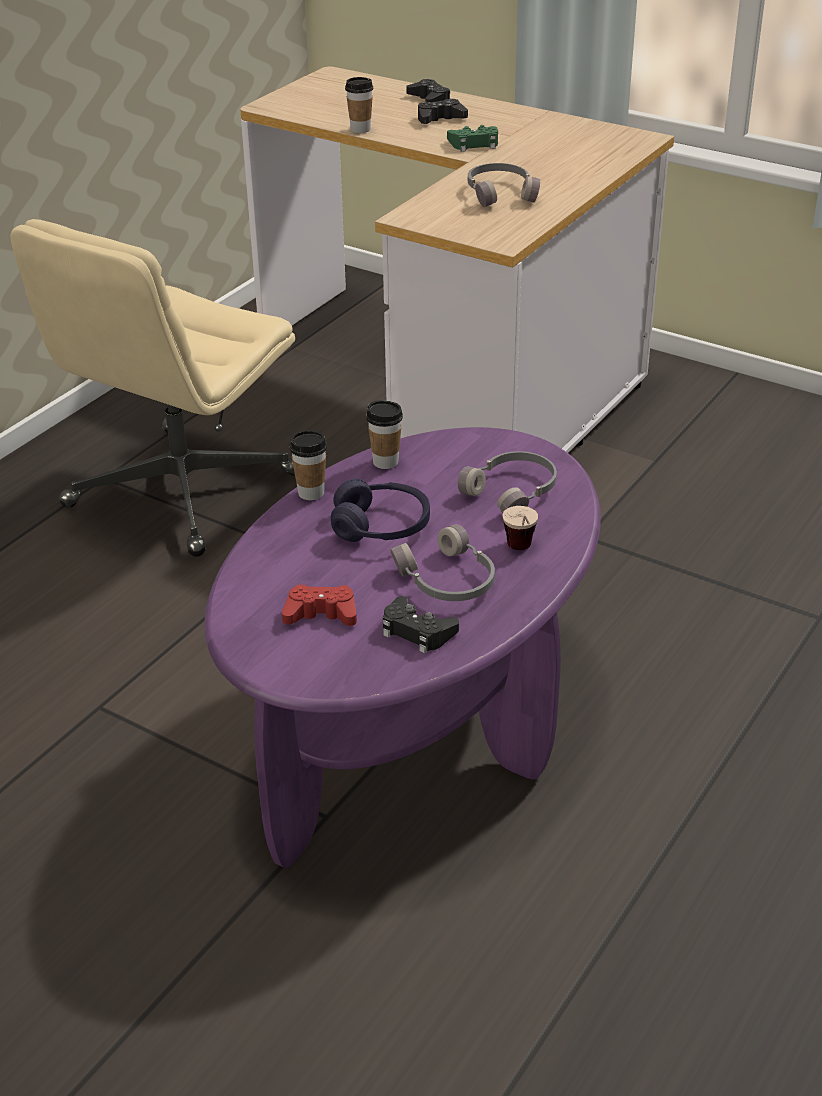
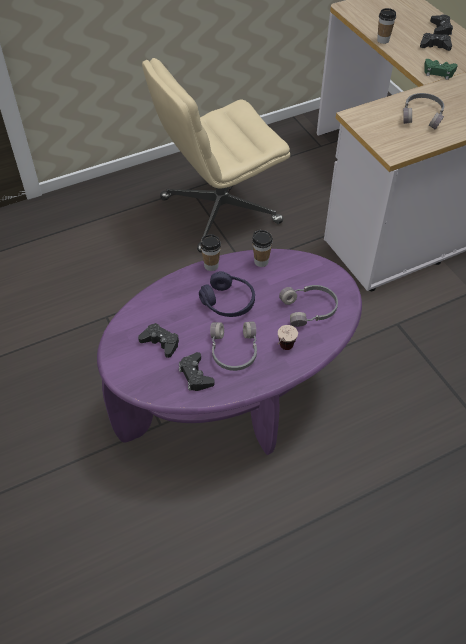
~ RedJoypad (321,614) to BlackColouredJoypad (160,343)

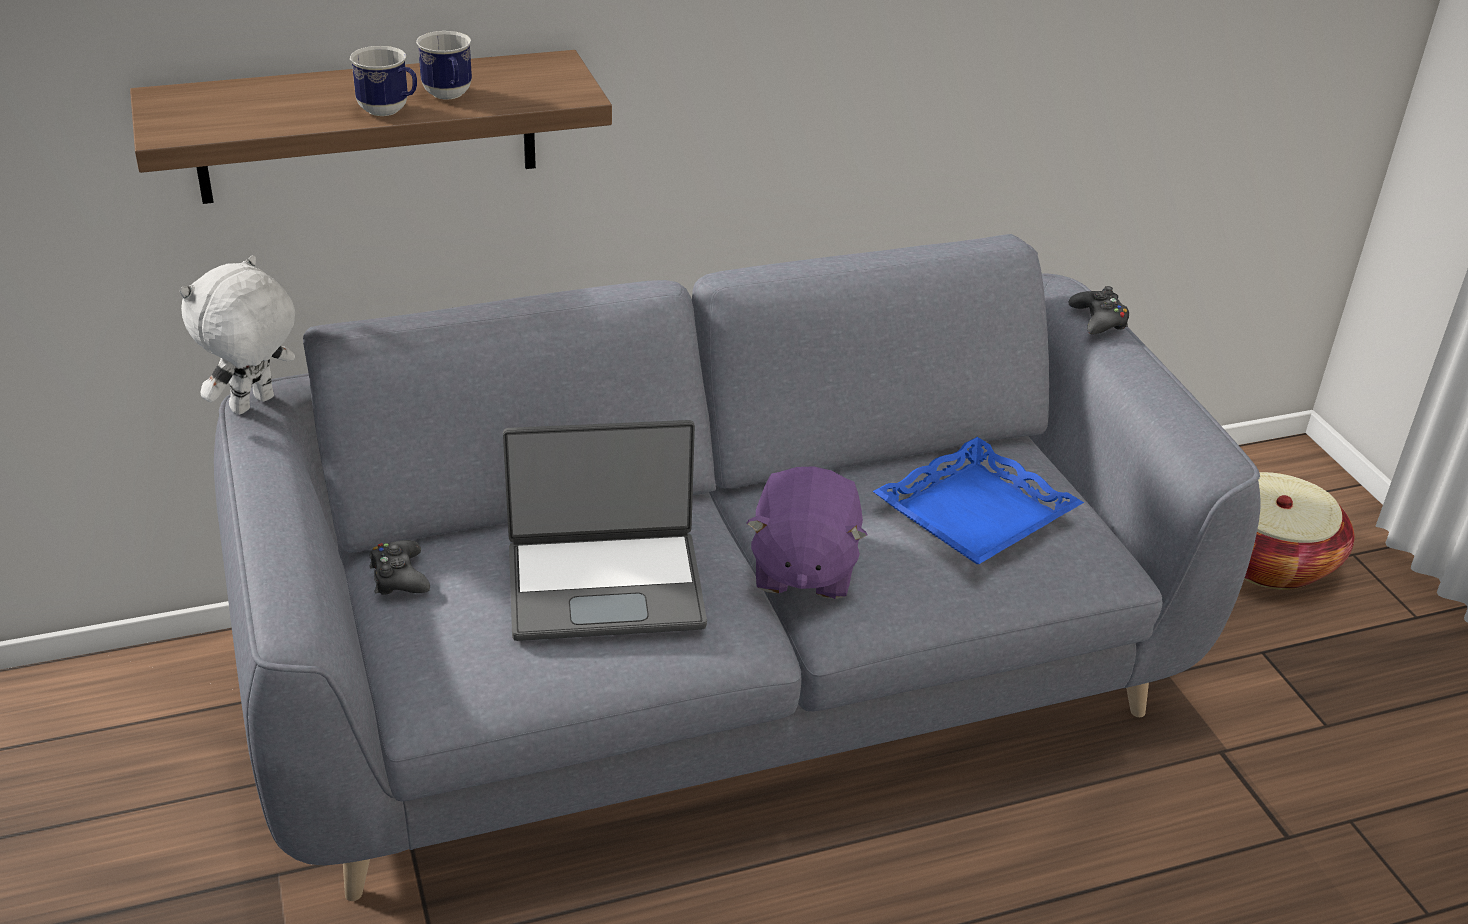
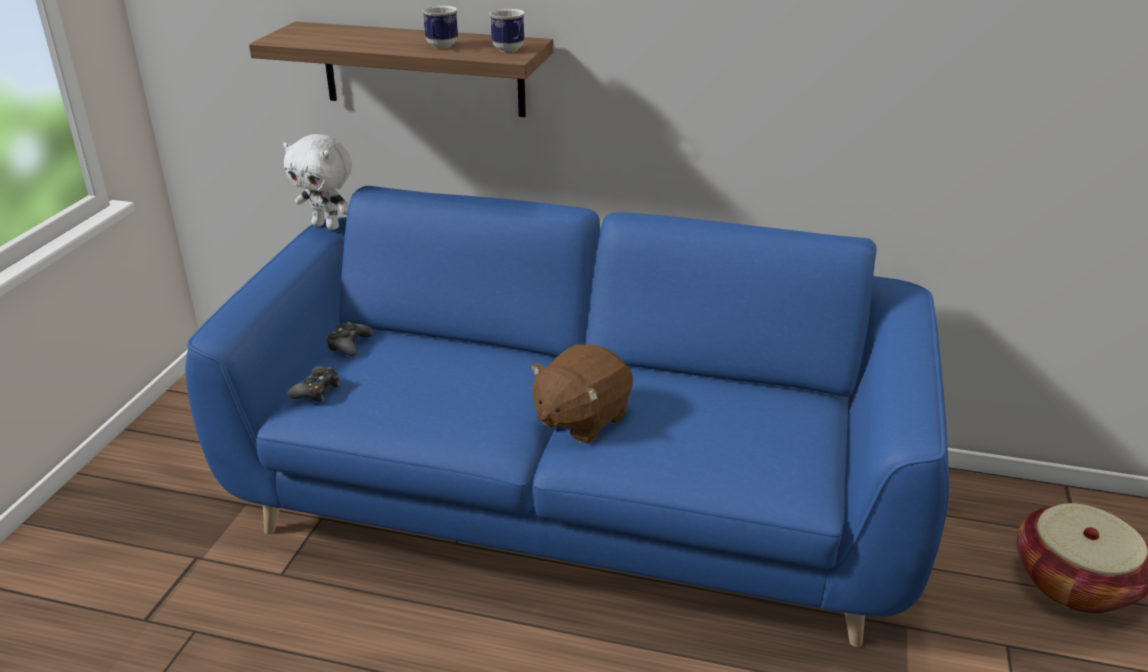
- PortableComputer (605,585)
- BlueTray (976,514)
~ TeaMug (390,111) to (510,50)
~ BlackColouredJoypad (1098,320) to (316,391)
~ GraySofa (722,684) to BlueSofa (574,505)
~ PurpleColouredPlushToy (802,568) to BrownColouredPlushToy (580,419)
~ WhitishPlushToy (253,405) = (327,226) 135 degrees counterclockwise

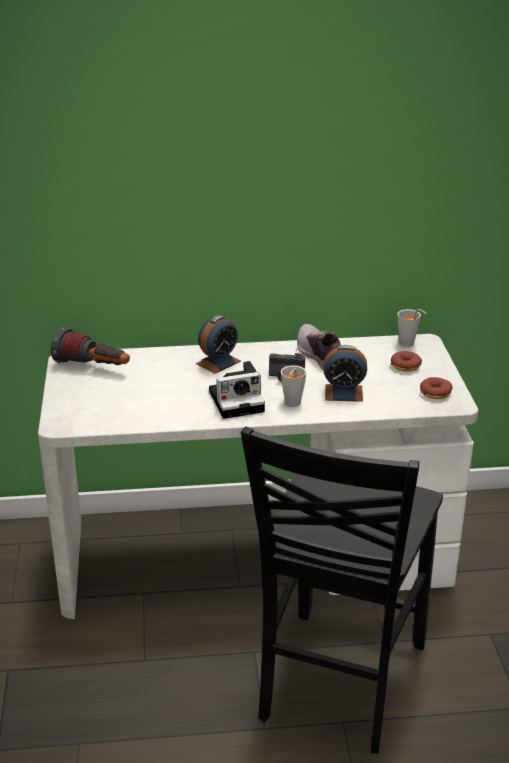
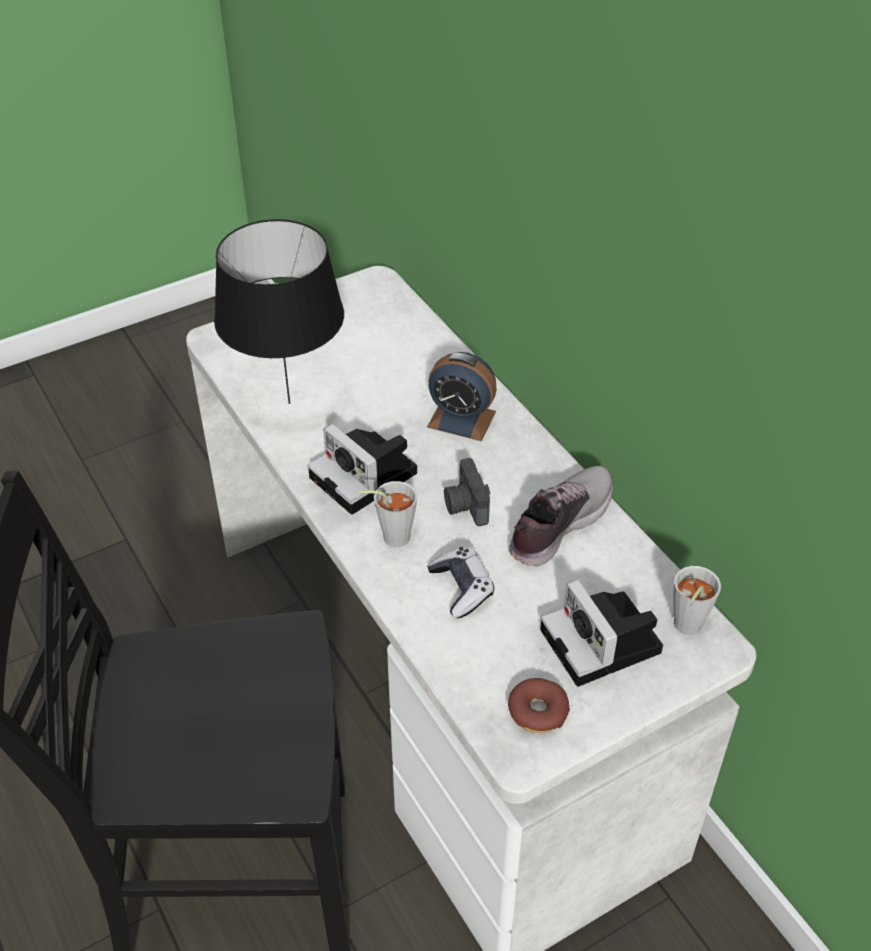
- Flashlight (93,367)
+ BlackColouredTableLamp (288,404)
~ TableClock (343,393) to Joypad (461,588)
~ RingDoughnut (405,366) to StillCamera (604,644)

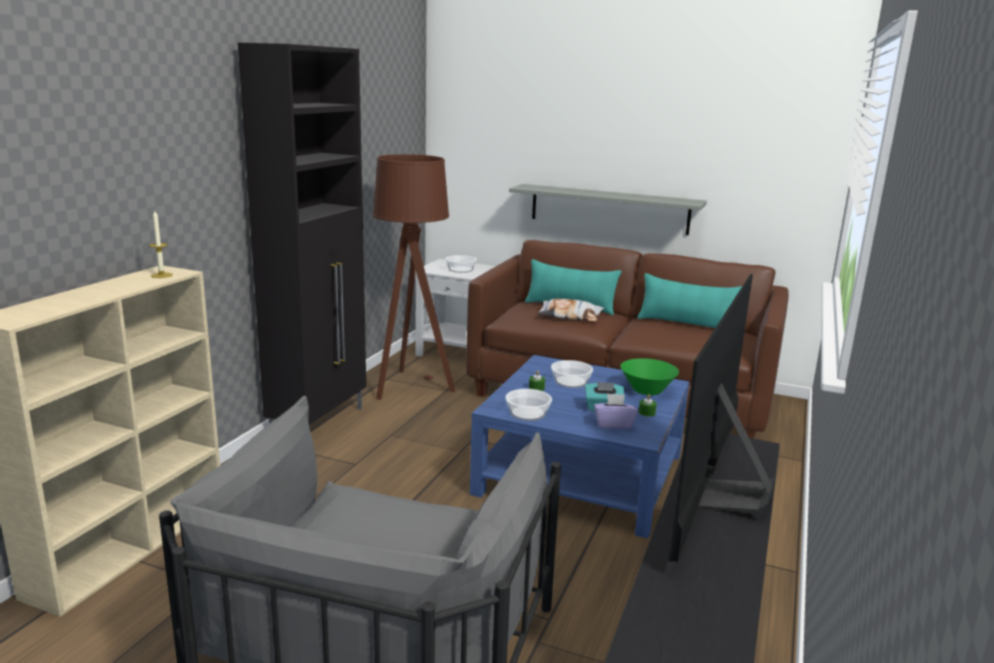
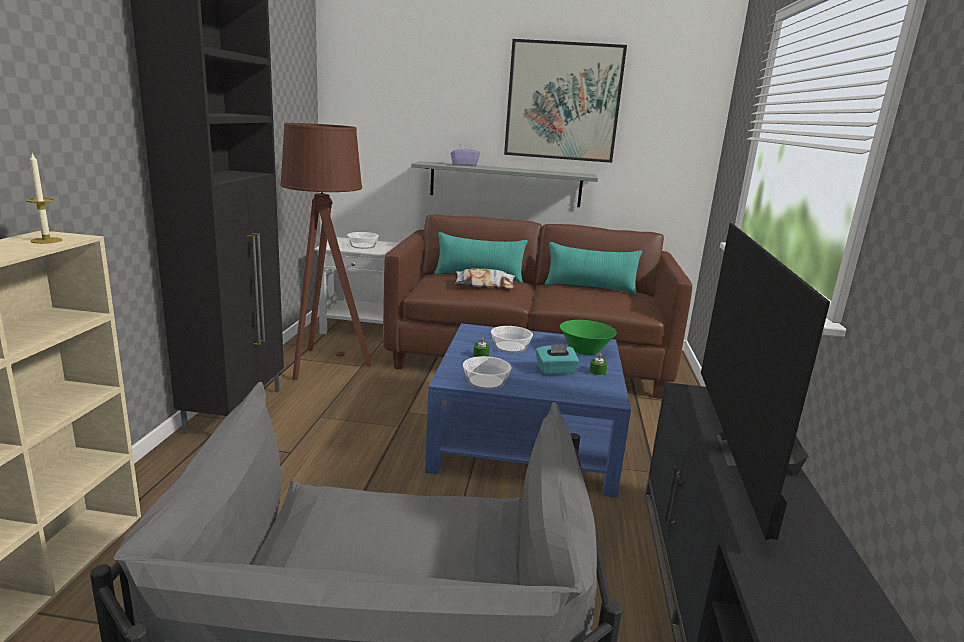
+ WallPicture (563,102)
~ PurpleColouredTissueBox (613,424) to (464,165)

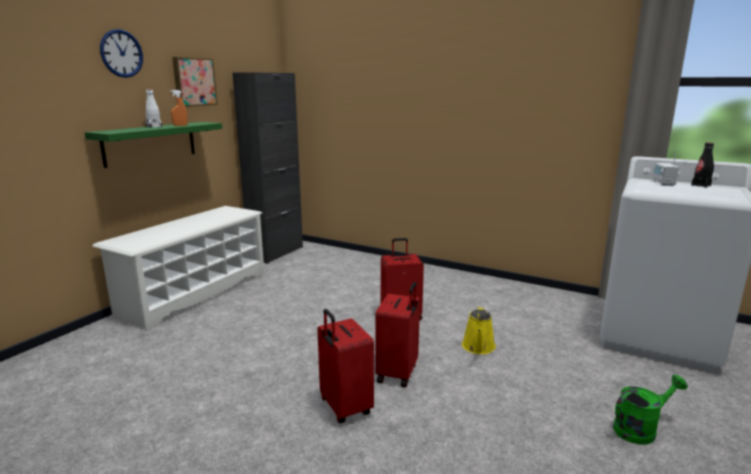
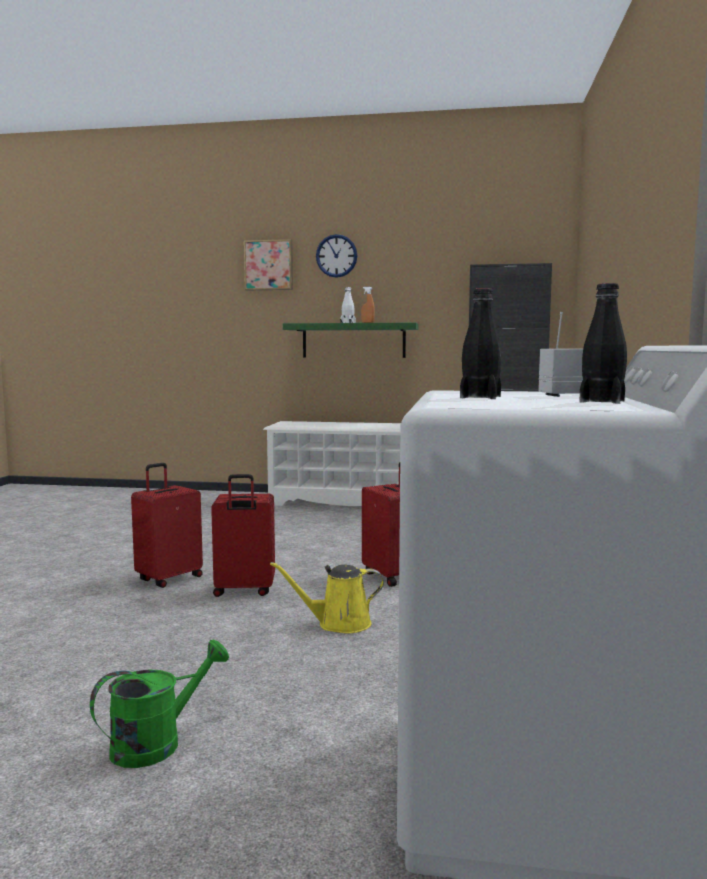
+ BlackColouredBottle (480,397)
~ WallPicture (194,82) to (269,265)
~ GreenWateringPot (640,429) = (157,742) 90 degrees counterclockwise

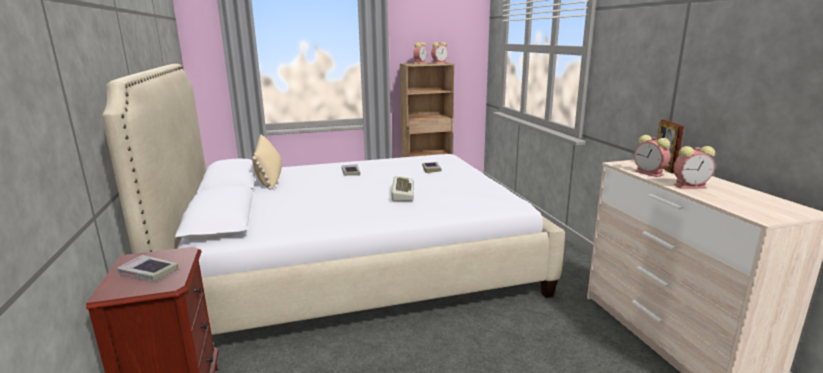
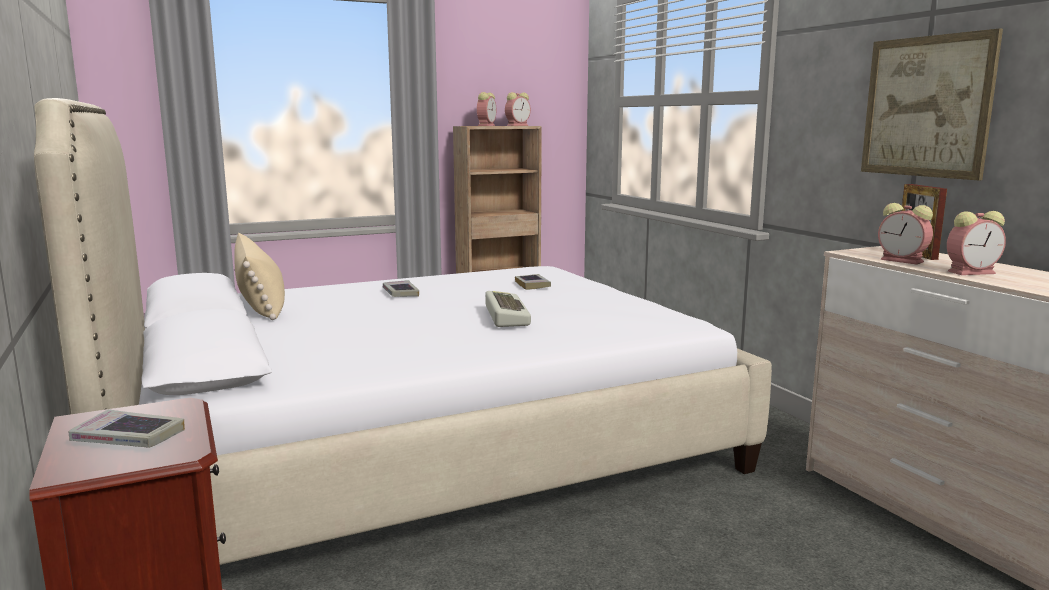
+ WallPicture (926,107)

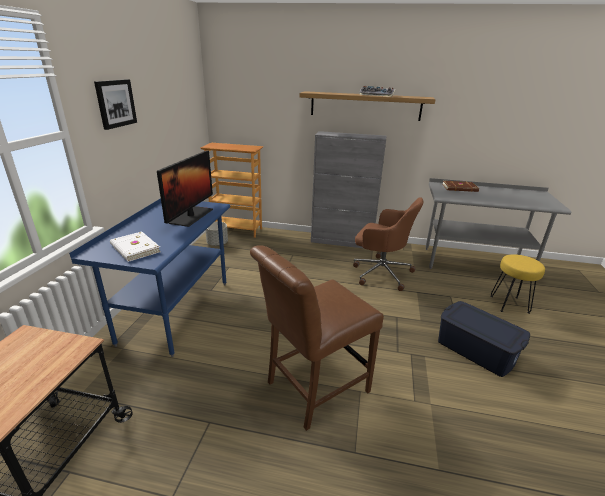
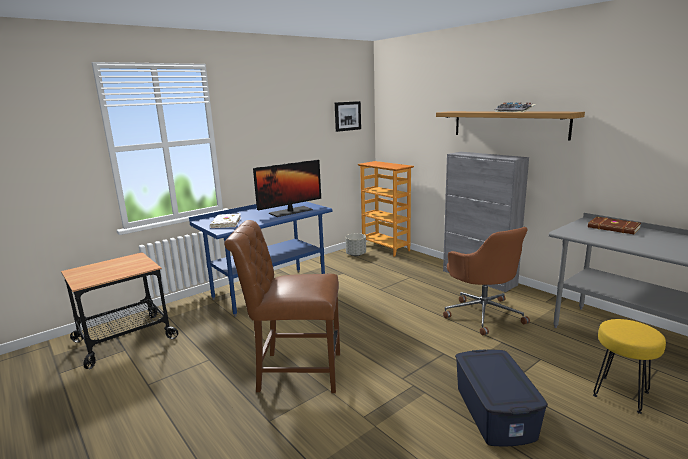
~ WallPicture (115,103) to (347,116)

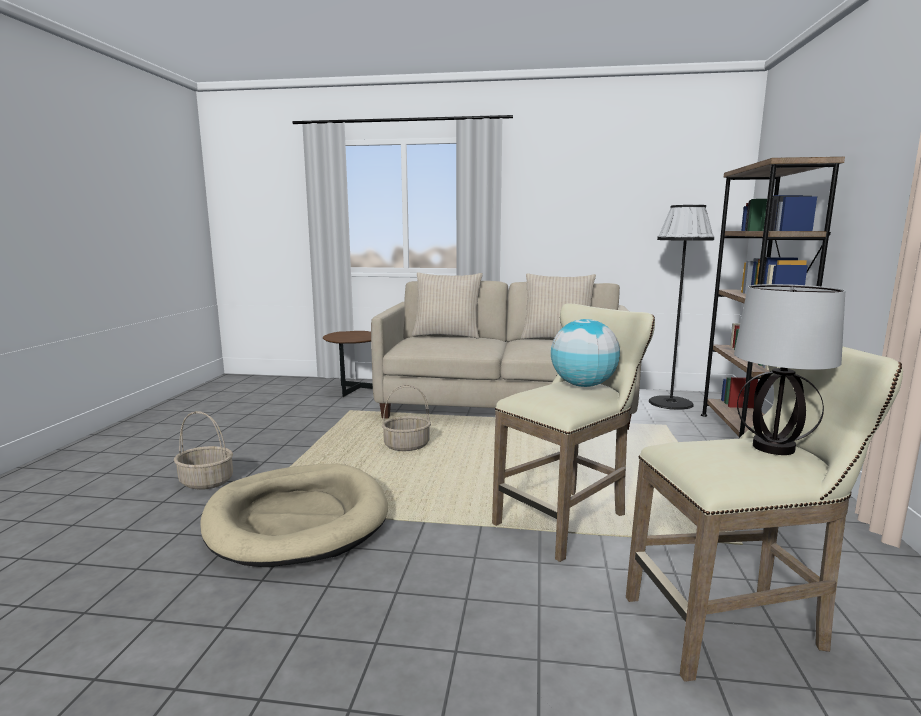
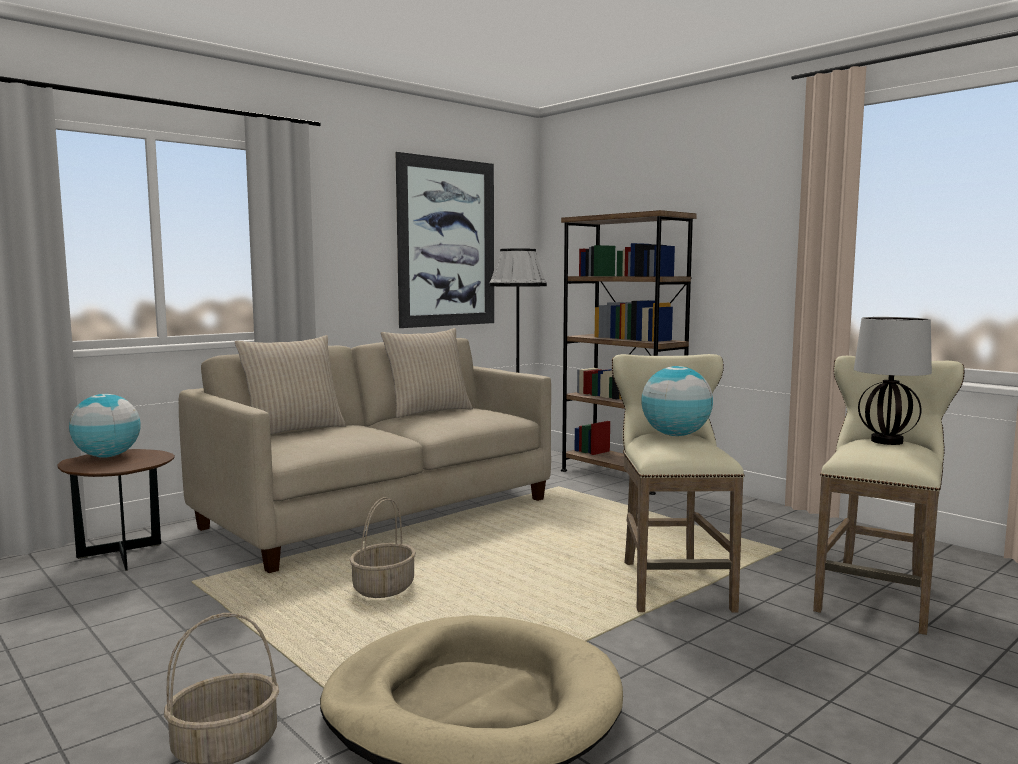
+ Globe (107,456)
+ WallPicture (447,243)

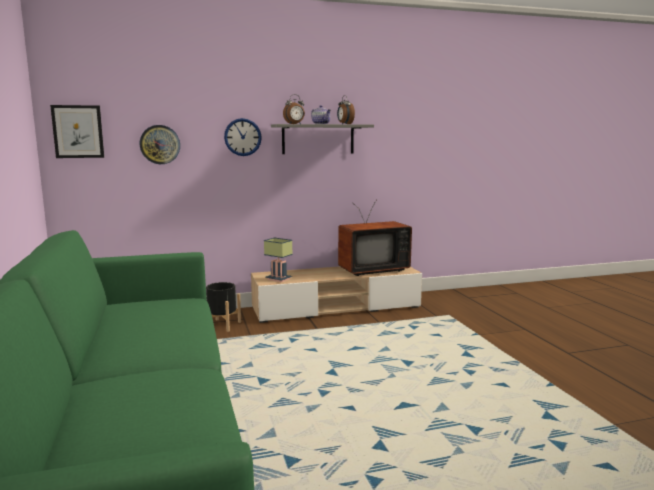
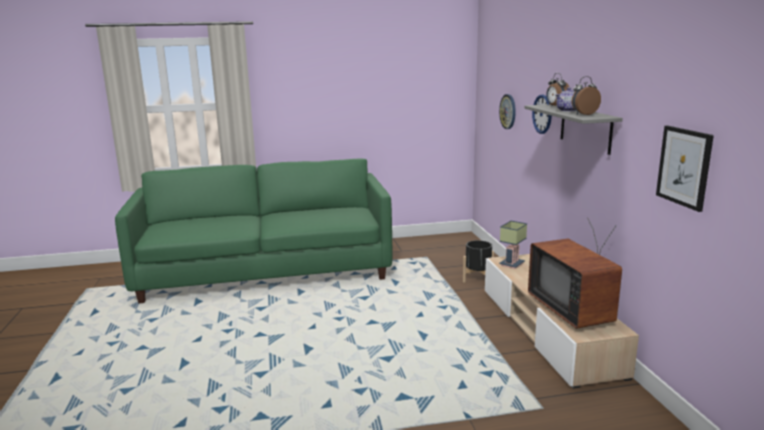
~ WallPicture (78,131) to (684,167)

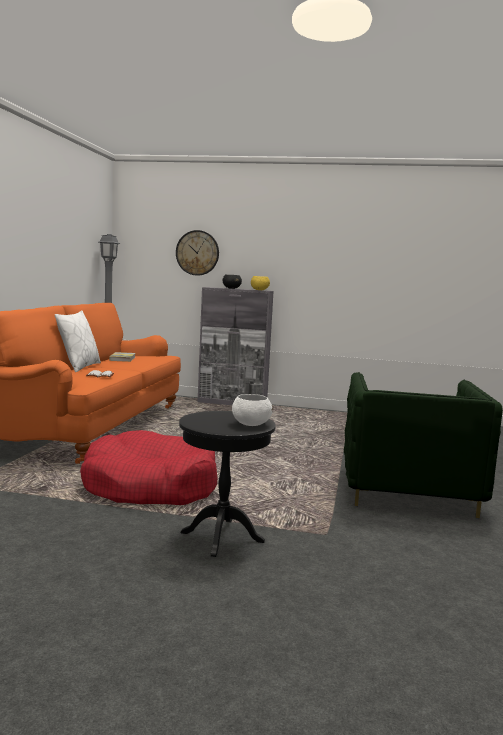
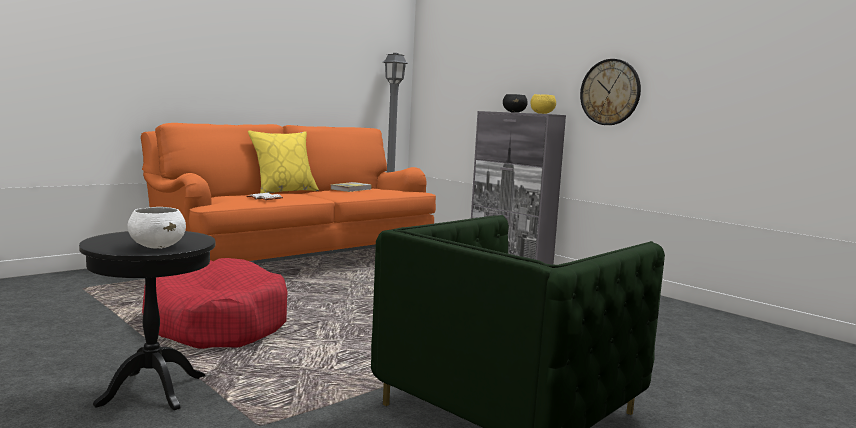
~ WallClock (197,253) to (610,92)
~ WhitishThrowPillow (78,367) to YellowishThrowPillow (284,191)

